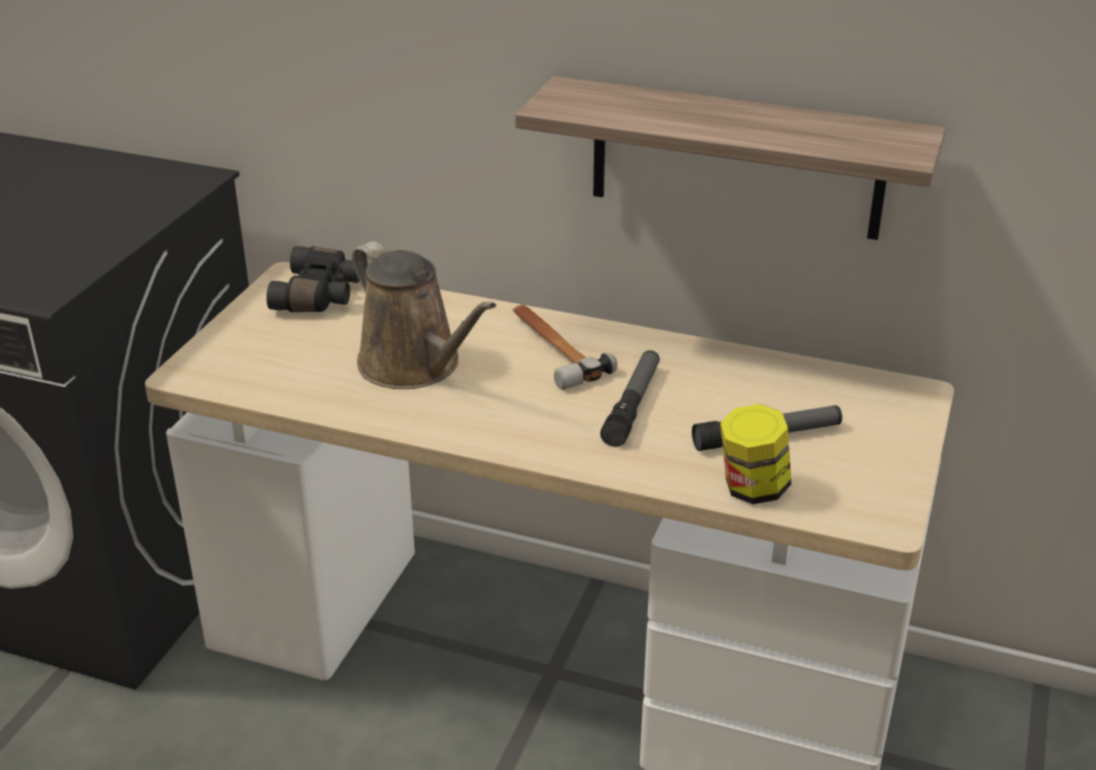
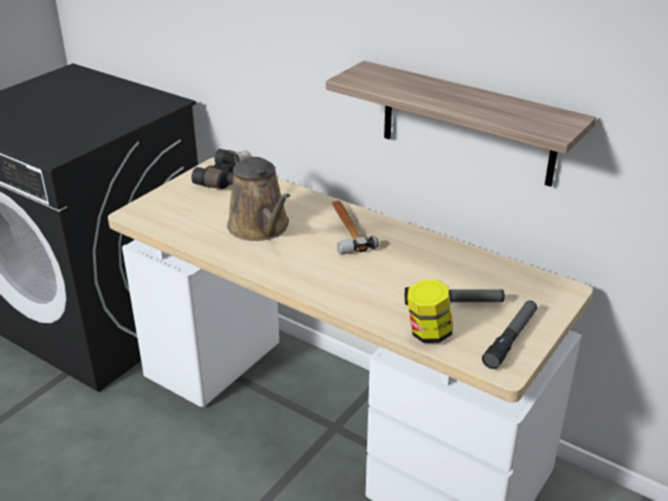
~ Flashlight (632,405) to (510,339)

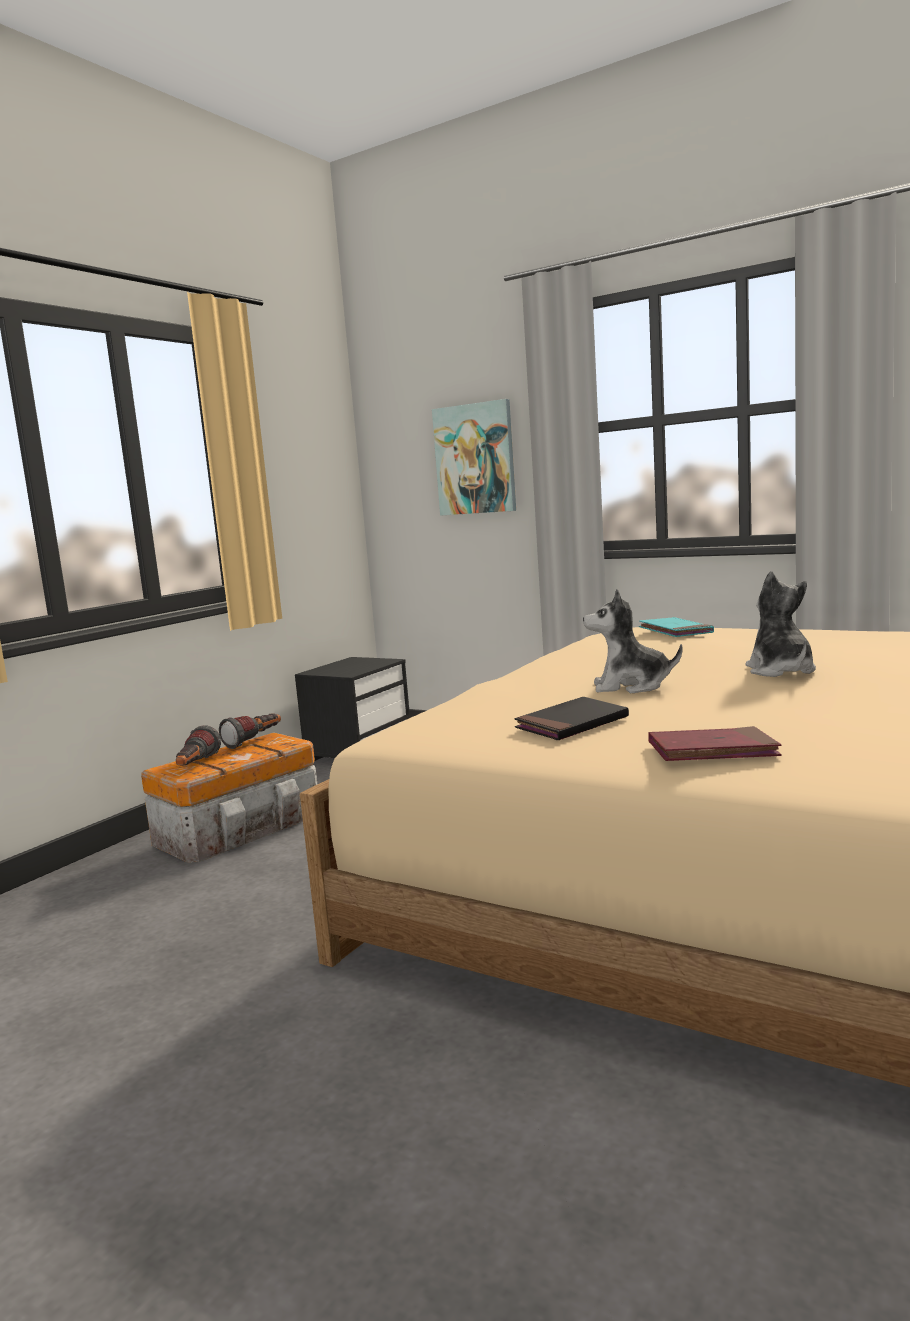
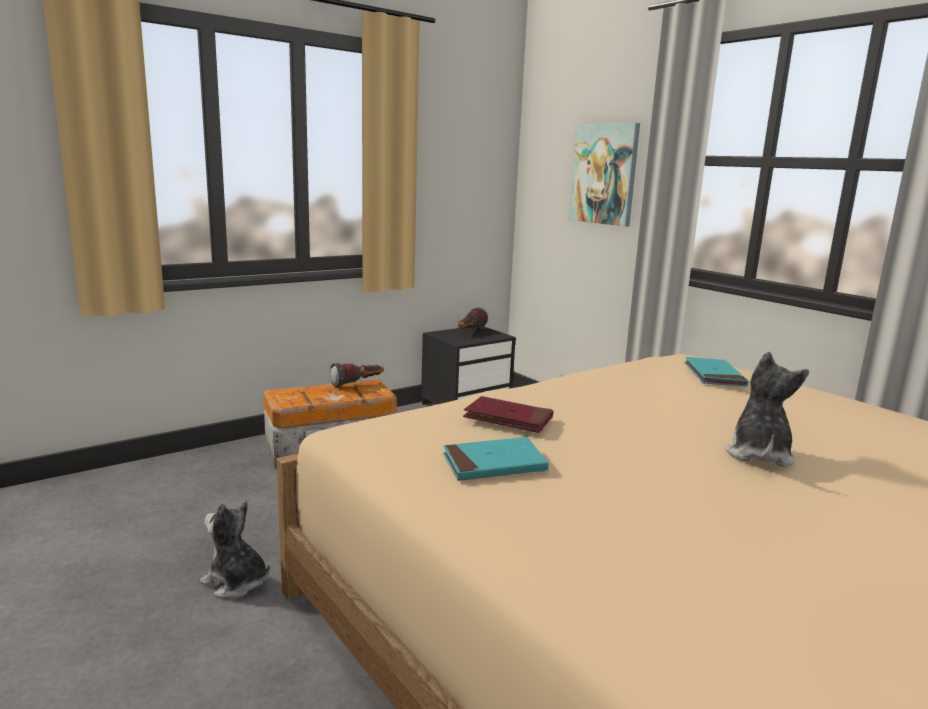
~ Flashlight (196,766) to (469,331)
~ PlushToy (630,686) to (236,582)
~ RedBoundBook (712,751) to (508,418)
~ BlackColouredBoundBook (572,724) to TurquoiseBoundBook (494,464)

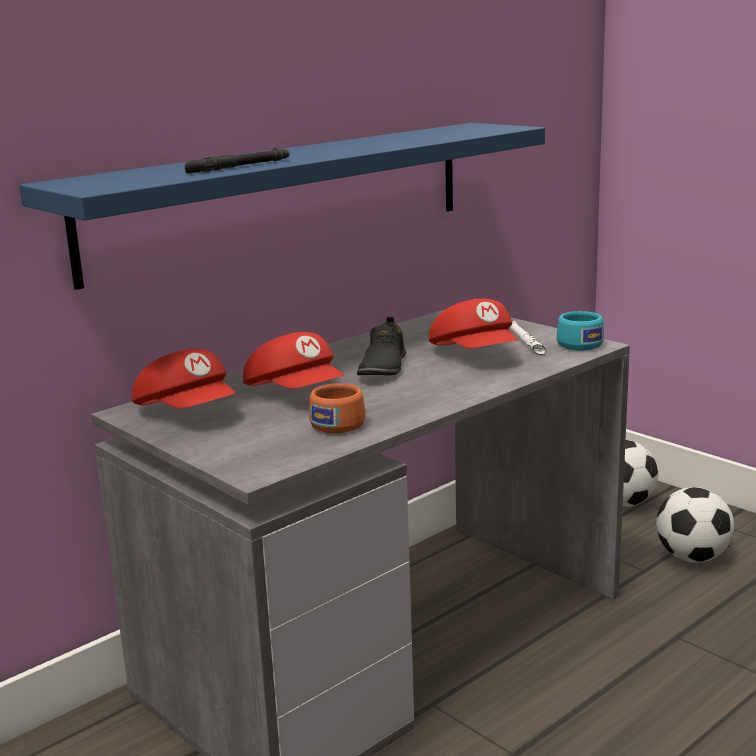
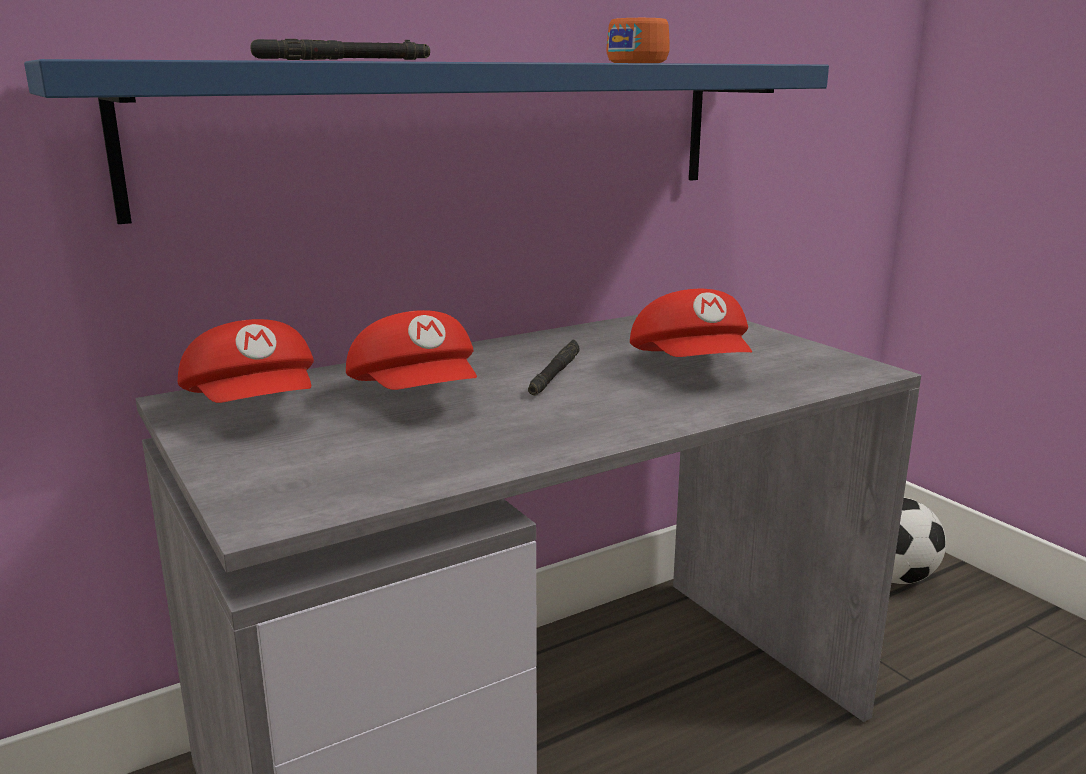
- WhitishFlashlight (524,340)
- TurquoiseDrinkingCup (576,344)
- Football (692,557)
~ OrangeColouredDrinkingCup (342,423) to (642,63)
~ BlackColouredItemOfFootwear (382,367) to BlackColouredFlashlight (555,373)

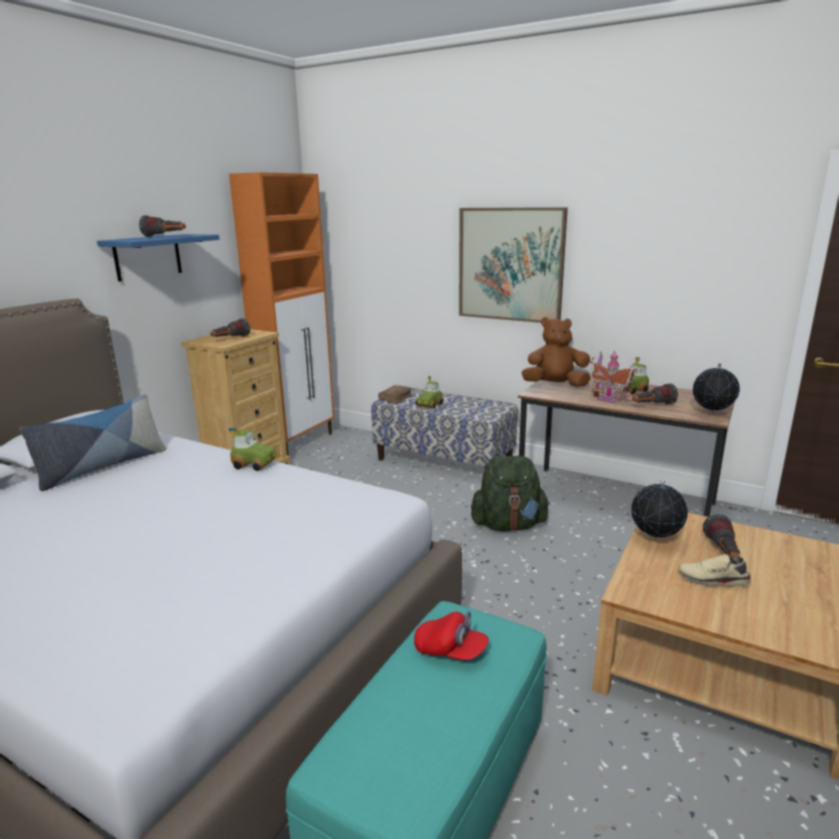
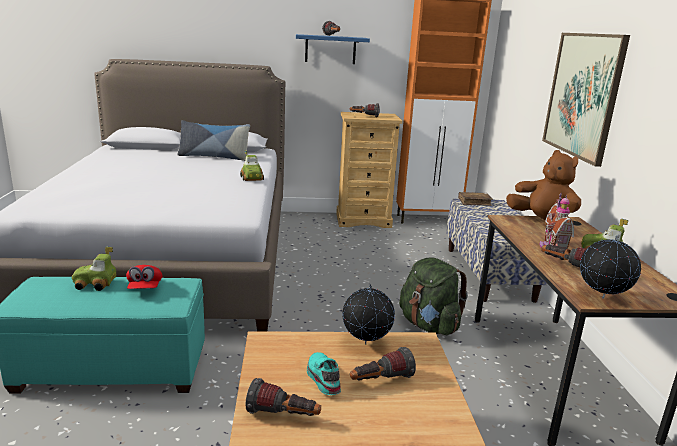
+ Flashlight (283,416)
~ ToyCar (429,405) to (95,284)
~ SandColouredItemOfFootwear (713,580) to TurquoiseItemOfFootwear (322,378)

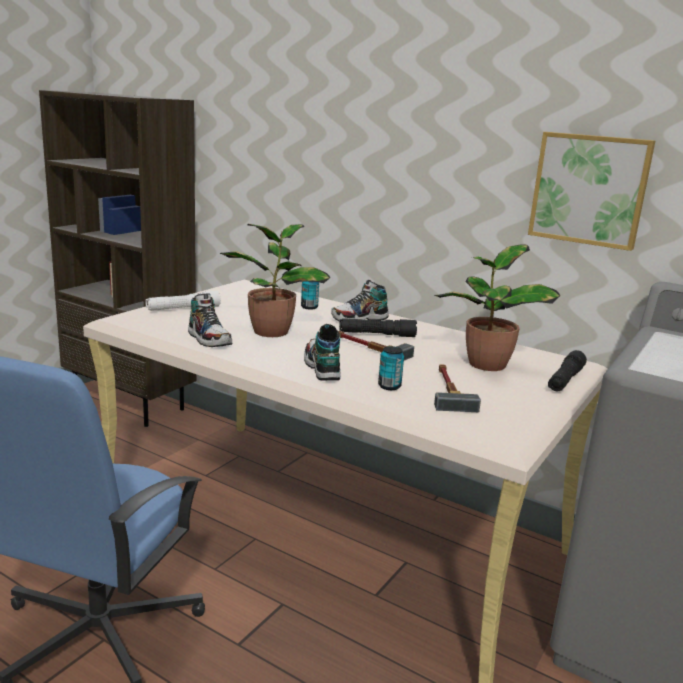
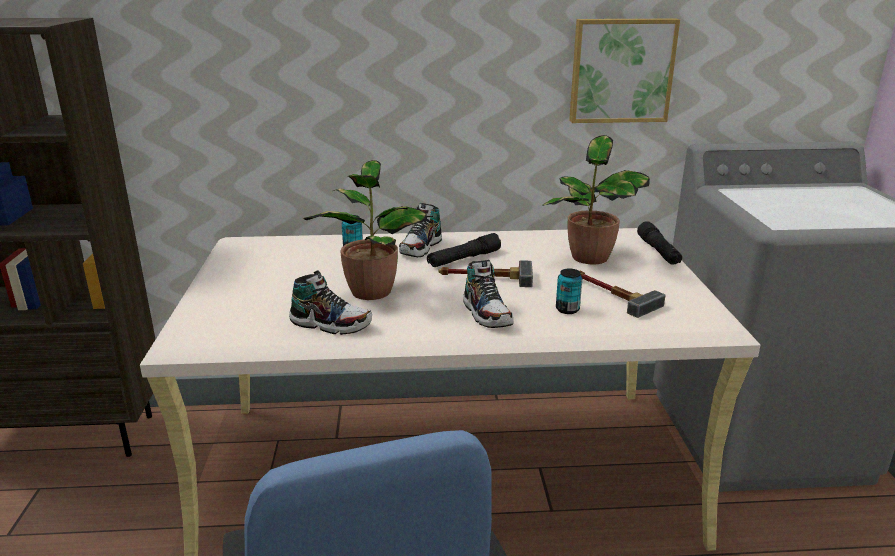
- WhitishFlashlight (183,309)
~ ItemOfFootwear (321,368) = (487,314) 150 degrees counterclockwise

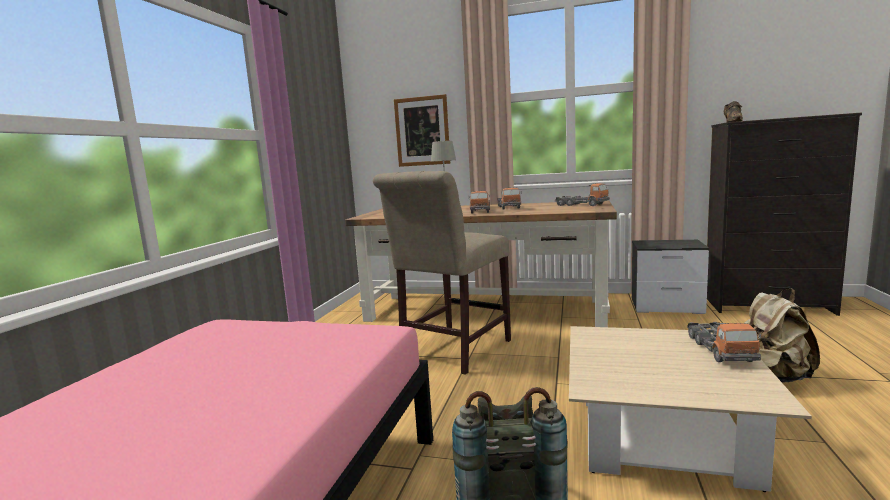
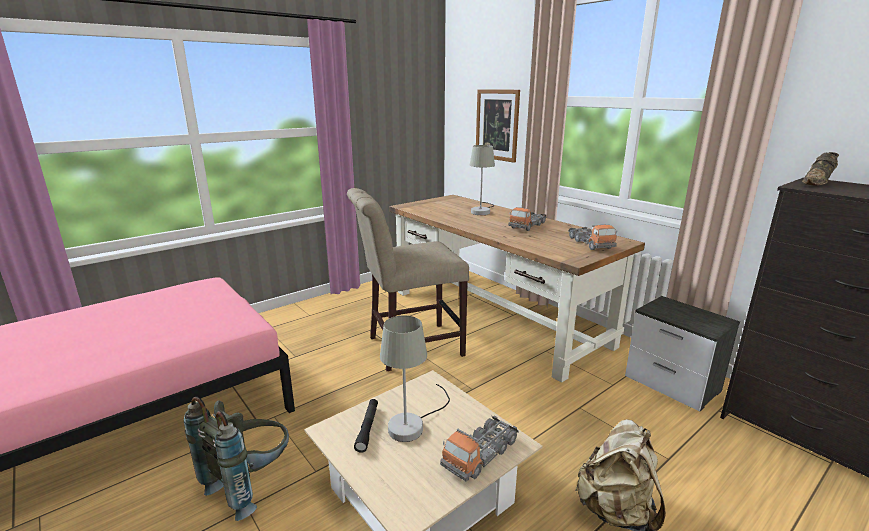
- ModelTruck (480,211)
+ BlackColouredFlashlight (367,428)
+ GrayTableLamp (413,423)

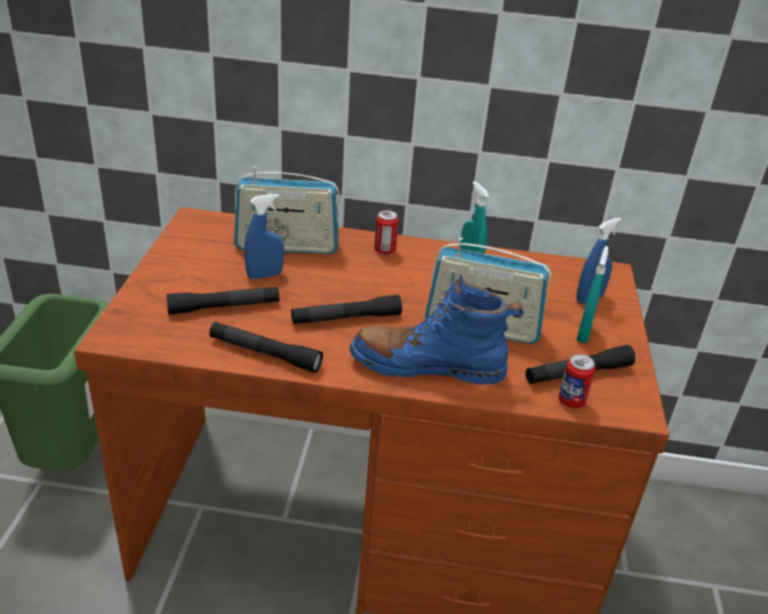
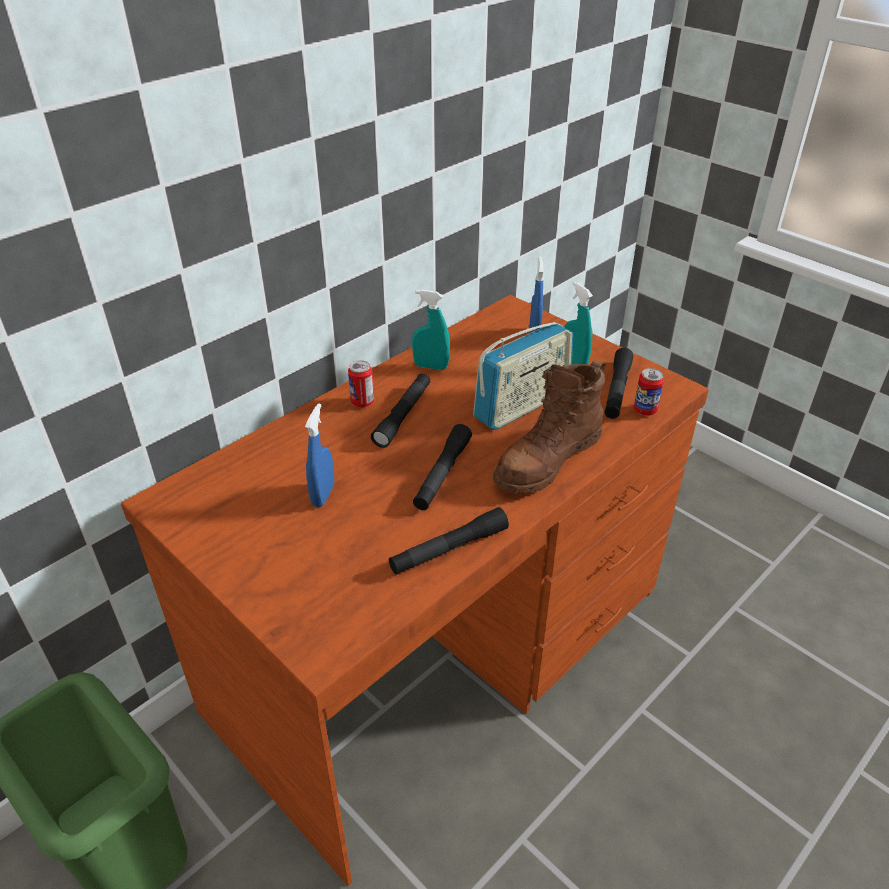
- Radio (287,246)
~ BlackColouredFlashlight (224,307) to (403,415)
~ BlueBoot (428,366) to BrownColouredBoot (548,459)

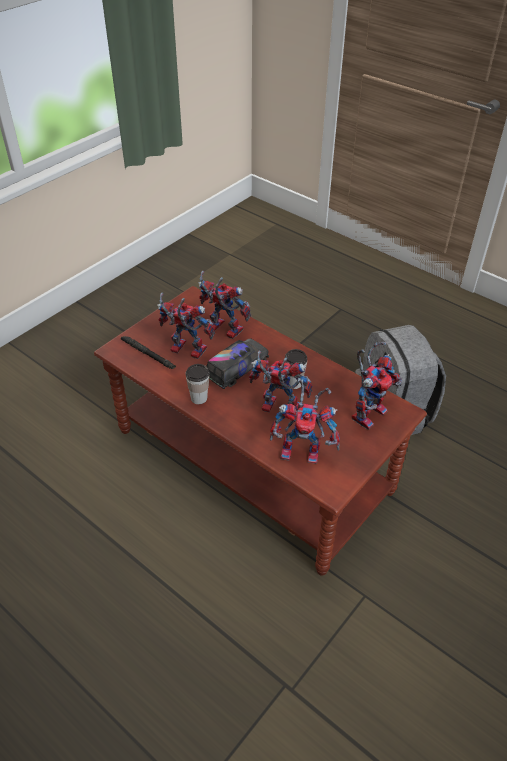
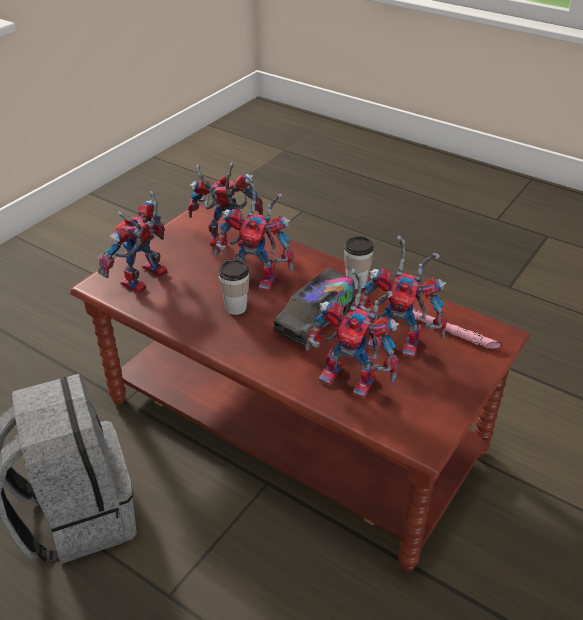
~ BlackColouredFlashlight (148,354) to PinkColouredFlashlight (449,331)

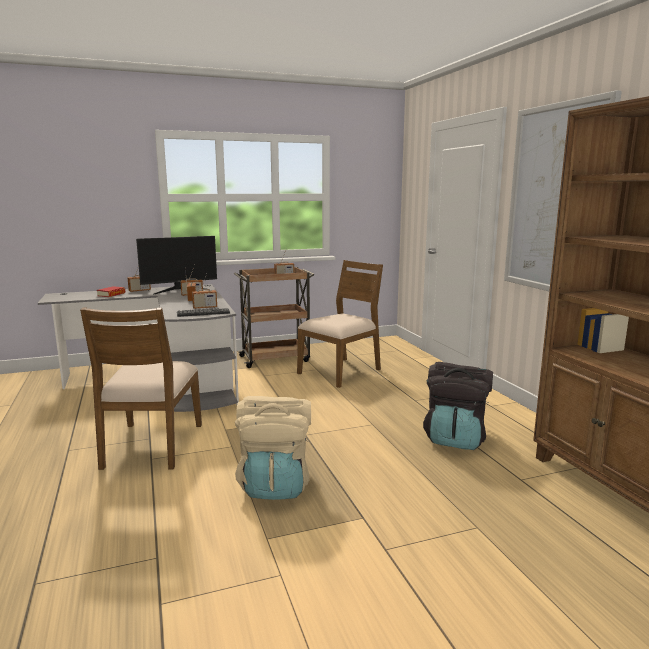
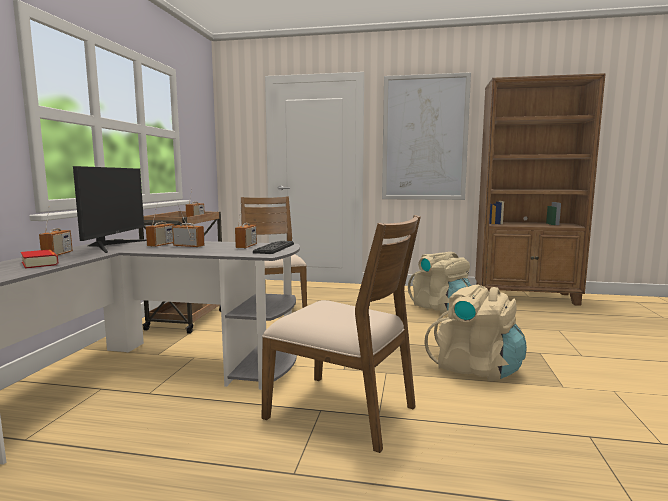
~ BlackColouredBackpack (455,438) to SandColouredBackpack (440,308)

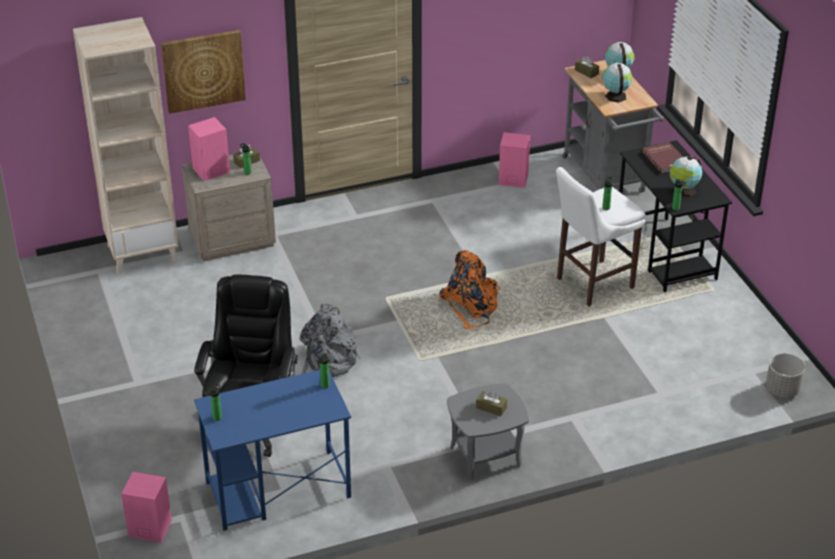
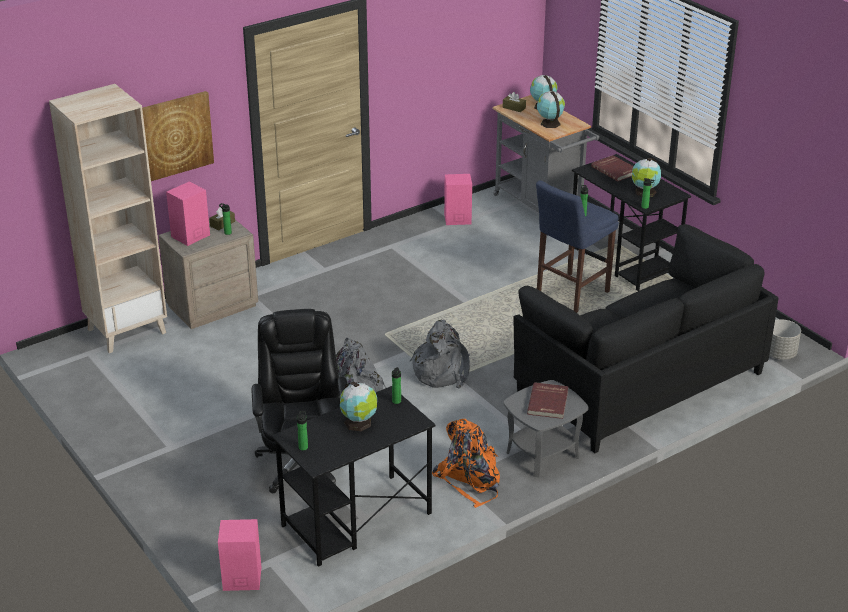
+ Globe (359,423)
+ GrayBackpack (442,371)
+ BlackColouredSofa (639,382)
~ OrangeColouredBackpack (471,306) to (470,479)
~ BrownColouredTissueBox (491,408) to RedBoundBook (549,402)
~ BlueDeskUnit (277,490) to BlackColouredDeskUnit (356,520)
~ WhitishStoolSeat (591,284) to BlueStoolSeat (570,294)

